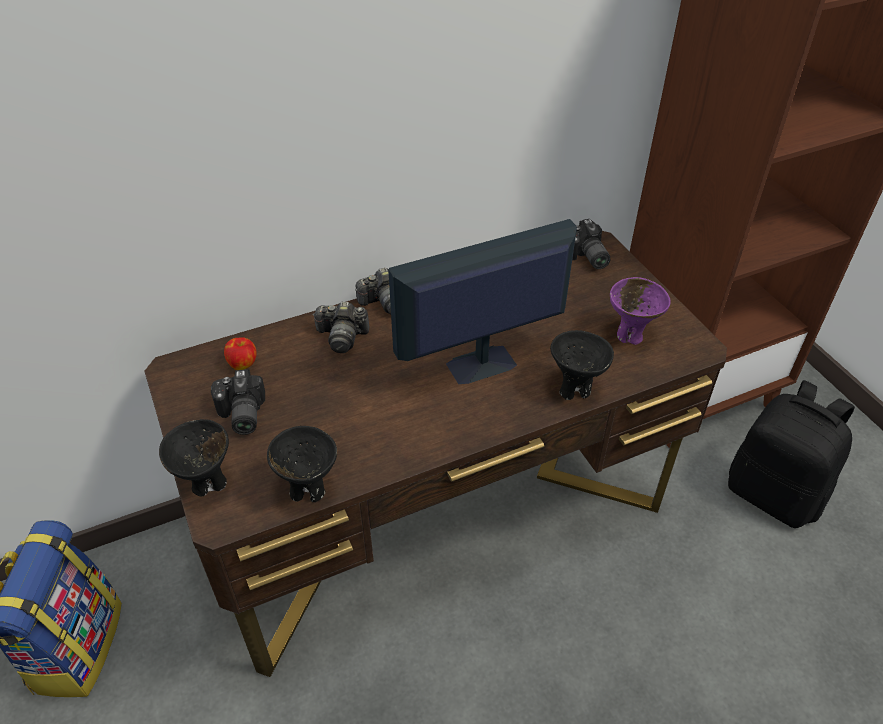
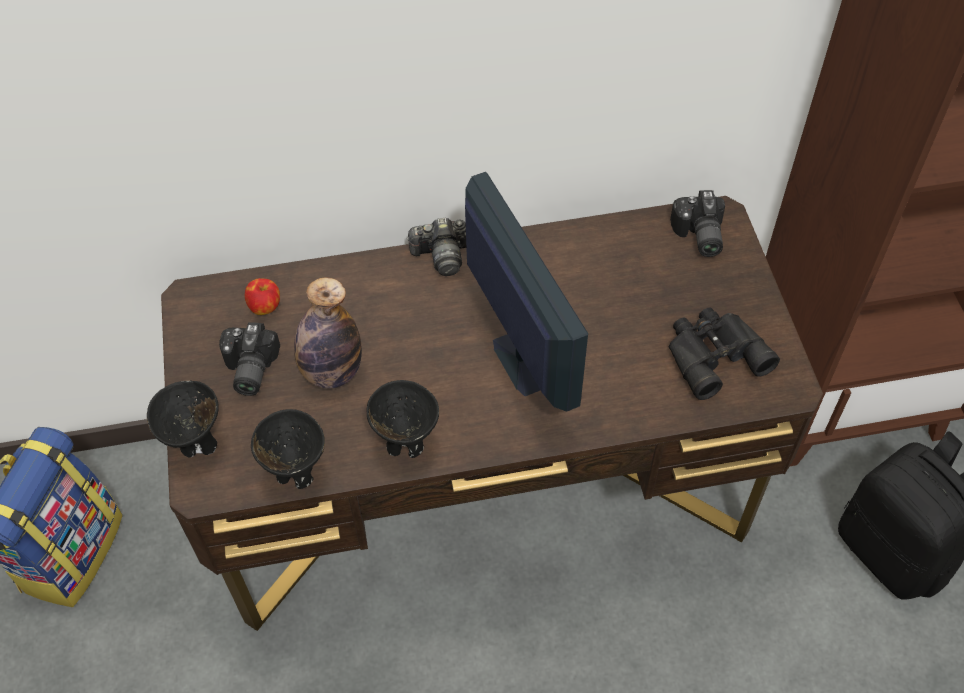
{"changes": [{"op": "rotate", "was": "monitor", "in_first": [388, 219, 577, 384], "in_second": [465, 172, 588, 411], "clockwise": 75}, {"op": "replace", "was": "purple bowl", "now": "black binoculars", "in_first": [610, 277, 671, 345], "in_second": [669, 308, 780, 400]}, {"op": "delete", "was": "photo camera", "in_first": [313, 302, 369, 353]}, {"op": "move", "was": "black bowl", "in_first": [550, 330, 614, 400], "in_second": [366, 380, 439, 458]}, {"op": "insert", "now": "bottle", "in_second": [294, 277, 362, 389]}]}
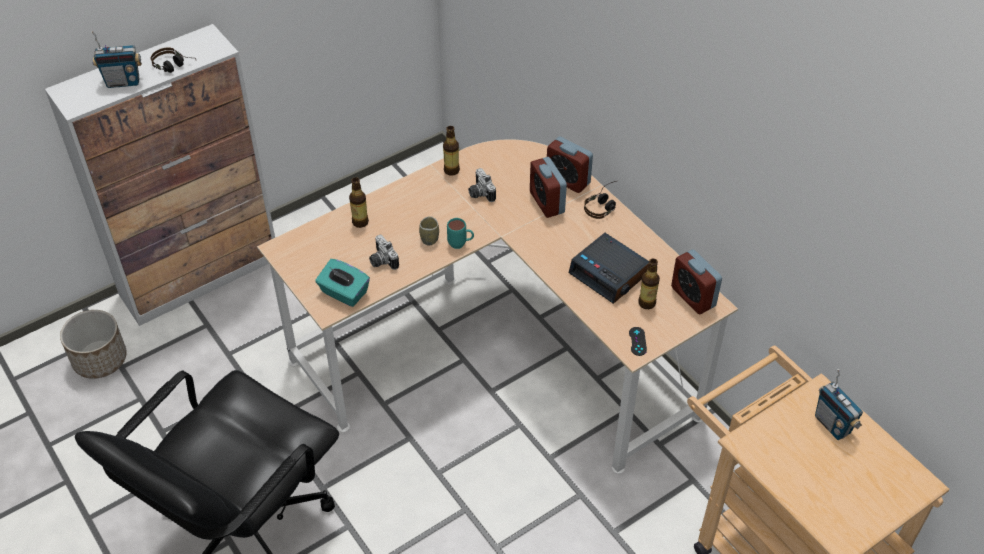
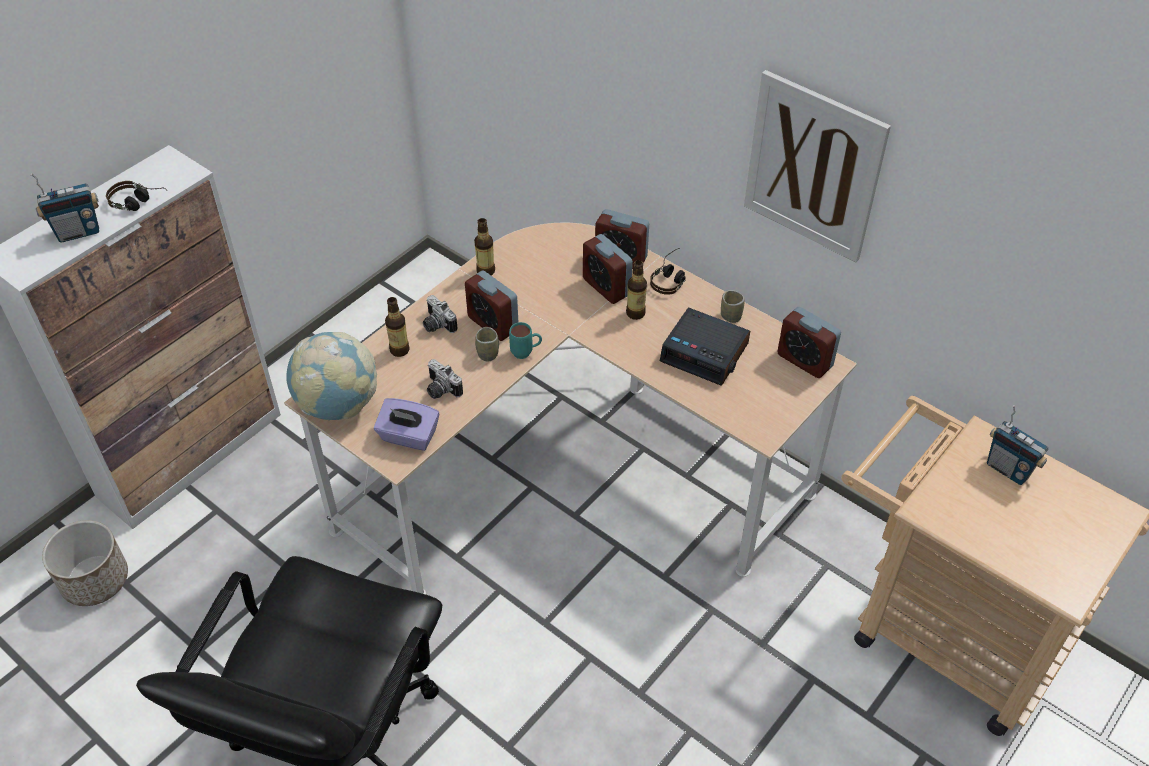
{"changes": [{"op": "move", "was": "photo camera", "in_first": [468, 168, 496, 202], "in_second": [423, 295, 458, 333]}, {"op": "recolor", "was": "turquoise tissue box", "now": "purple tissue box", "in_first": [315, 259, 370, 307], "in_second": [374, 398, 439, 451]}, {"op": "move", "was": "bottle", "in_first": [638, 259, 660, 309], "in_second": [626, 260, 647, 320]}, {"op": "delete", "was": "black game controller", "in_first": [629, 327, 647, 356]}, {"op": "insert", "now": "picture", "in_second": [744, 70, 891, 262]}, {"op": "insert", "now": "alarm clock", "in_second": [465, 271, 518, 341]}, {"op": "insert", "now": "cup", "in_second": [721, 290, 745, 323]}, {"op": "insert", "now": "globe", "in_second": [286, 332, 377, 420]}]}
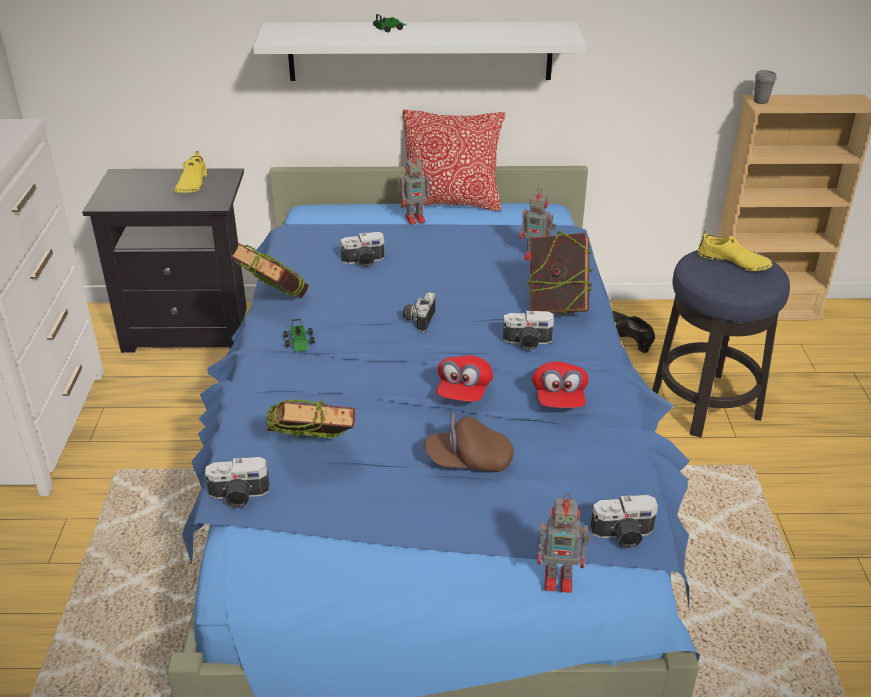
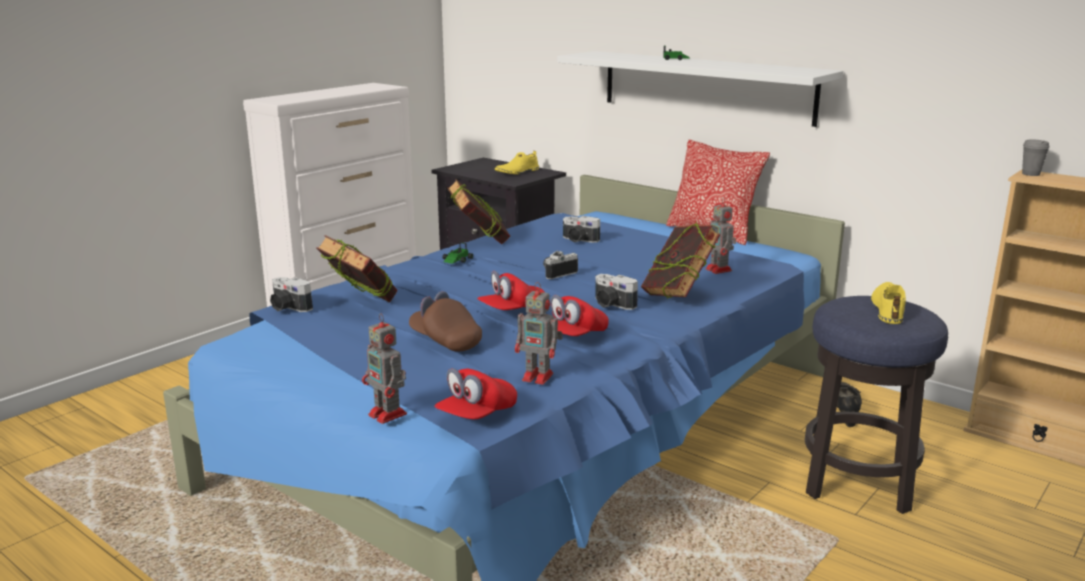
{"changes": [{"op": "move", "was": "toy robot", "in_first": [400, 153, 431, 225], "in_second": [515, 282, 563, 385]}, {"op": "rotate", "was": "yellow shoe", "in_first": [698, 231, 773, 271], "in_second": [871, 282, 906, 324], "clockwise": -150}, {"op": "replace", "was": "photo camera", "now": "red cap", "in_first": [590, 495, 658, 548], "in_second": [434, 368, 517, 419]}]}
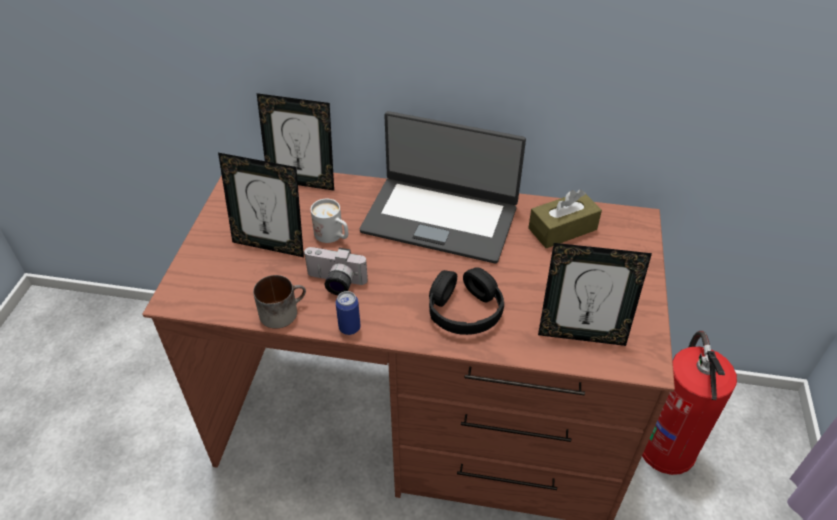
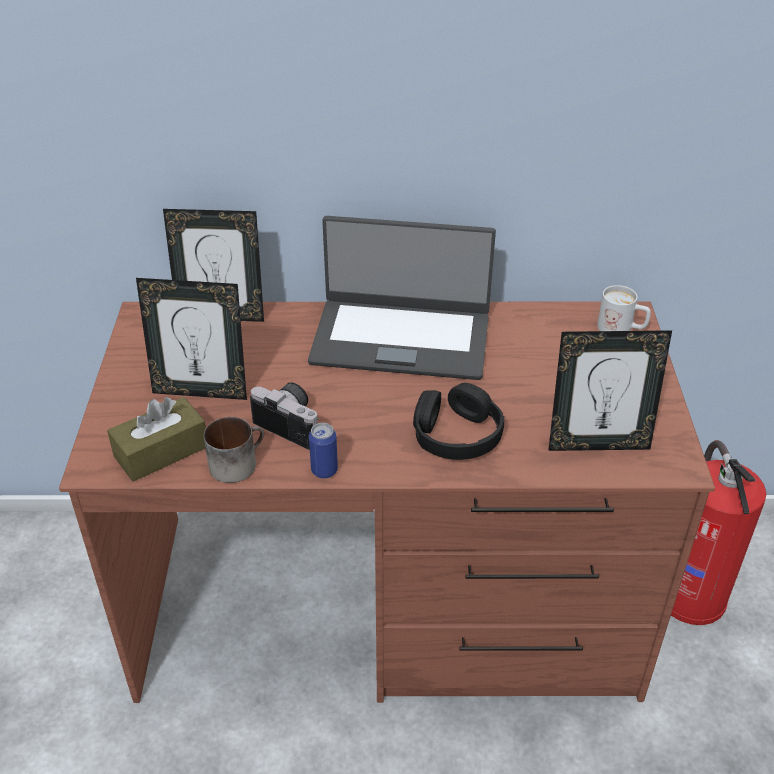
{"changes": [{"op": "move", "was": "brown tissue box", "in_first": [528, 189, 602, 248], "in_second": [107, 397, 206, 482]}, {"op": "move", "was": "white mug", "in_first": [310, 199, 348, 243], "in_second": [597, 285, 651, 331]}, {"op": "rotate", "was": "photo camera", "in_first": [303, 247, 368, 295], "in_second": [250, 382, 318, 450], "clockwise": -150}]}
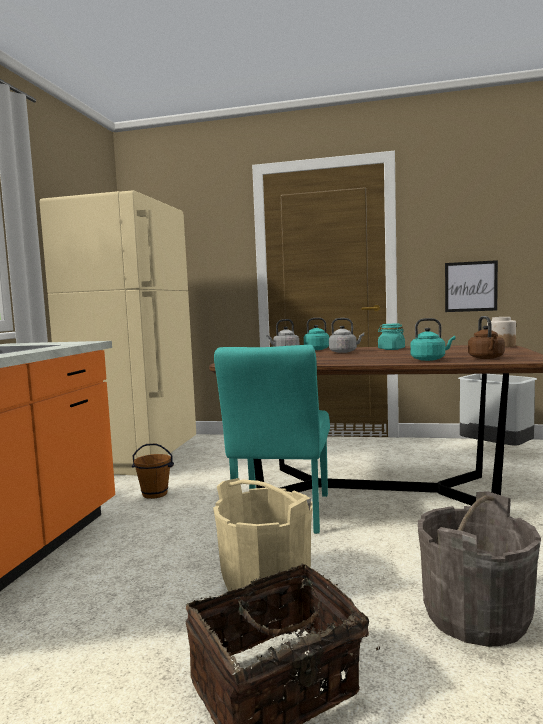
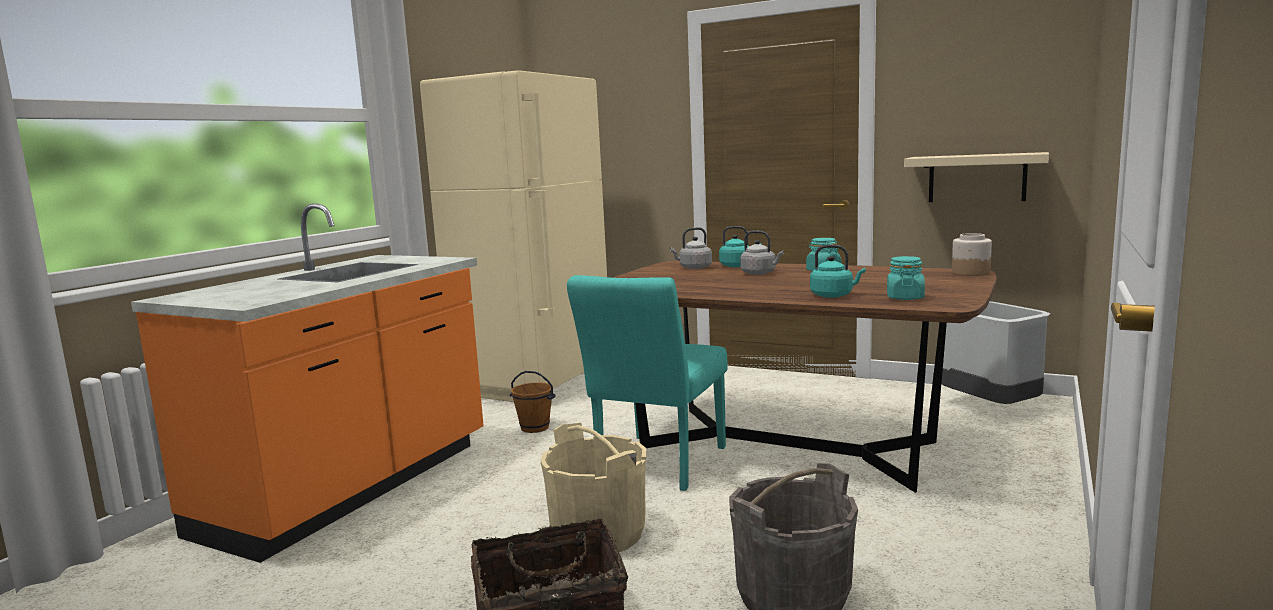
{"changes": [{"op": "replace", "was": "picture", "now": "beige shelf", "in_first": [445, 260, 498, 312], "in_second": [904, 152, 1049, 202]}, {"op": "replace", "was": "brown kettle", "now": "turquoise jar", "in_first": [468, 316, 505, 359], "in_second": [887, 256, 925, 300]}]}
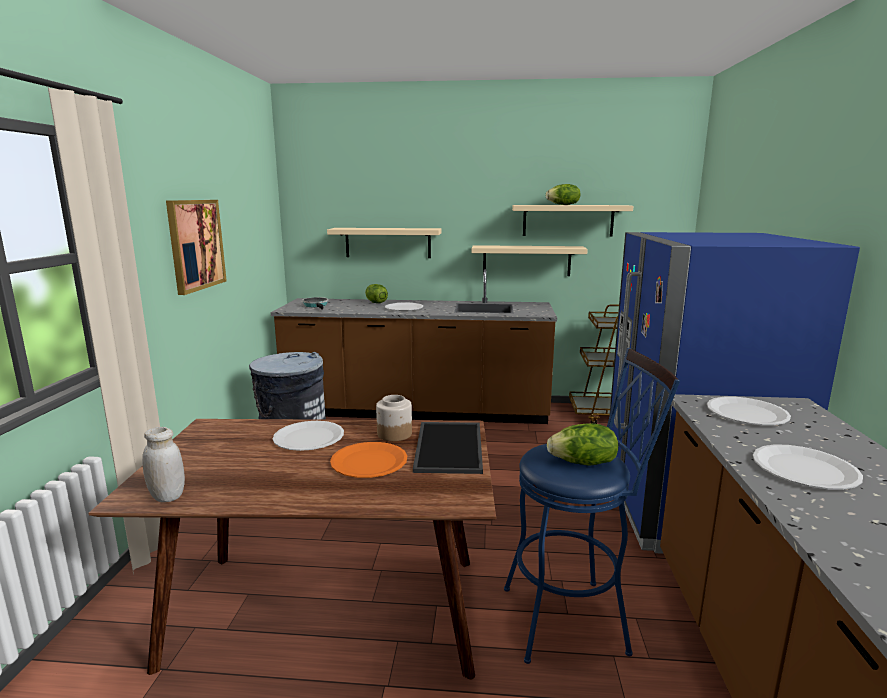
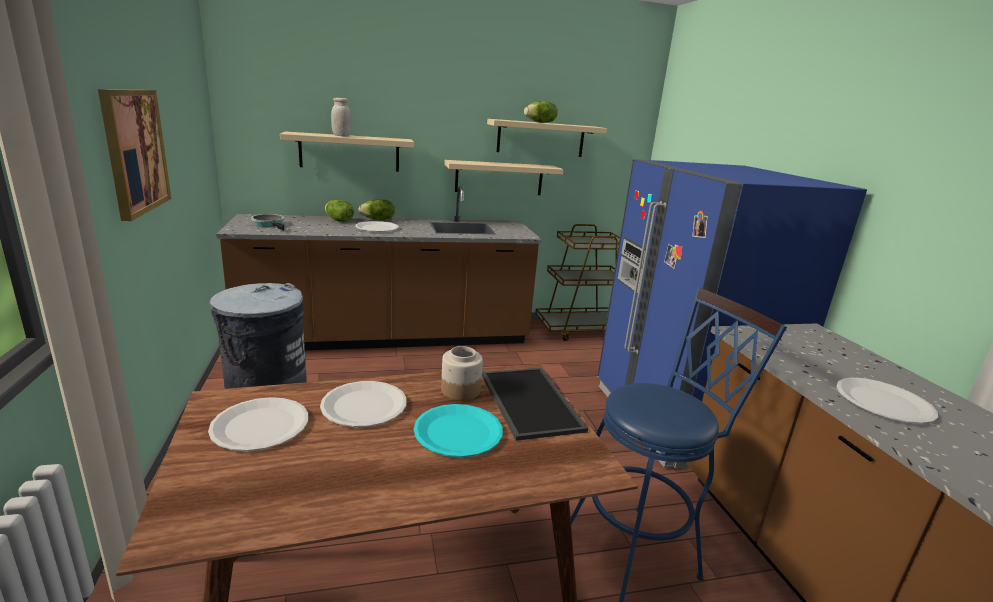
{"changes": [{"op": "move", "was": "white plate", "in_first": [707, 397, 791, 425], "in_second": [208, 397, 308, 451]}, {"op": "move", "was": "lettuce", "in_first": [547, 423, 618, 466], "in_second": [358, 199, 395, 220]}, {"op": "move", "was": "white jar", "in_first": [142, 427, 185, 502], "in_second": [331, 98, 351, 136]}, {"op": "recolor", "was": "orange plate", "now": "turquoise plate", "in_first": [330, 442, 407, 478], "in_second": [414, 404, 503, 457]}]}
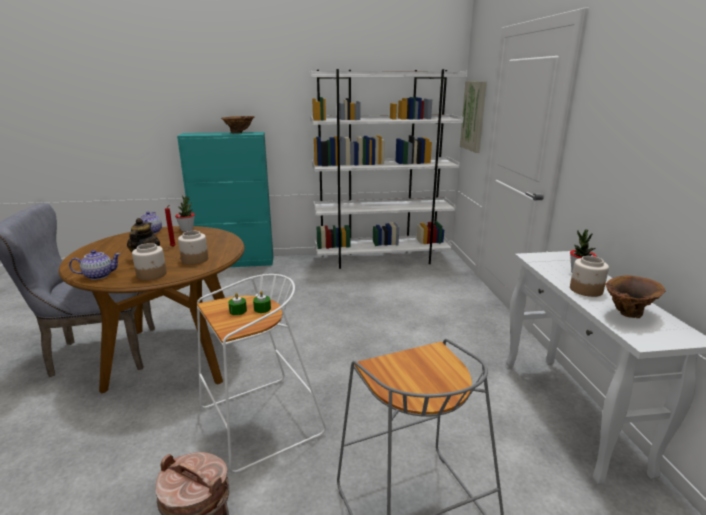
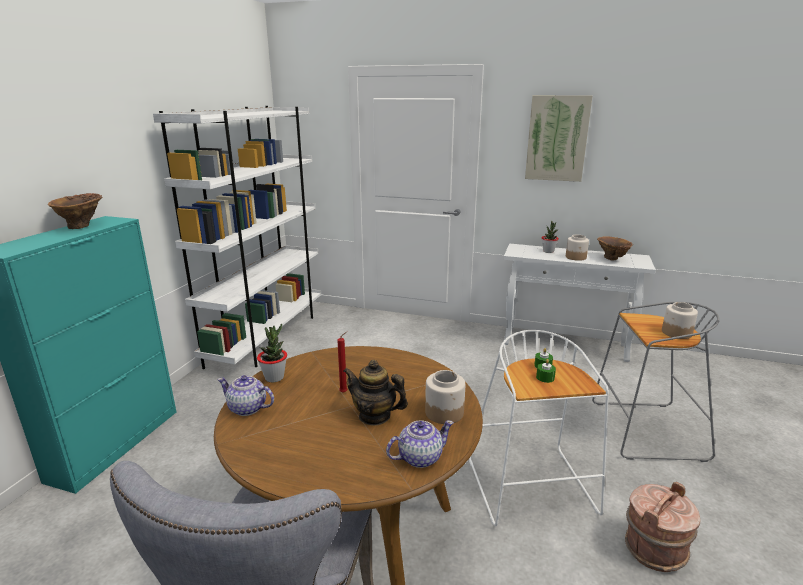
{"changes": [{"op": "move", "was": "picture", "in_first": [460, 81, 487, 153], "in_second": [525, 95, 593, 182]}, {"op": "move", "was": "jar", "in_first": [178, 231, 208, 265], "in_second": [662, 302, 698, 339]}, {"op": "rotate", "was": "teapot", "in_first": [69, 250, 120, 280], "in_second": [386, 420, 454, 468], "clockwise": 60}]}
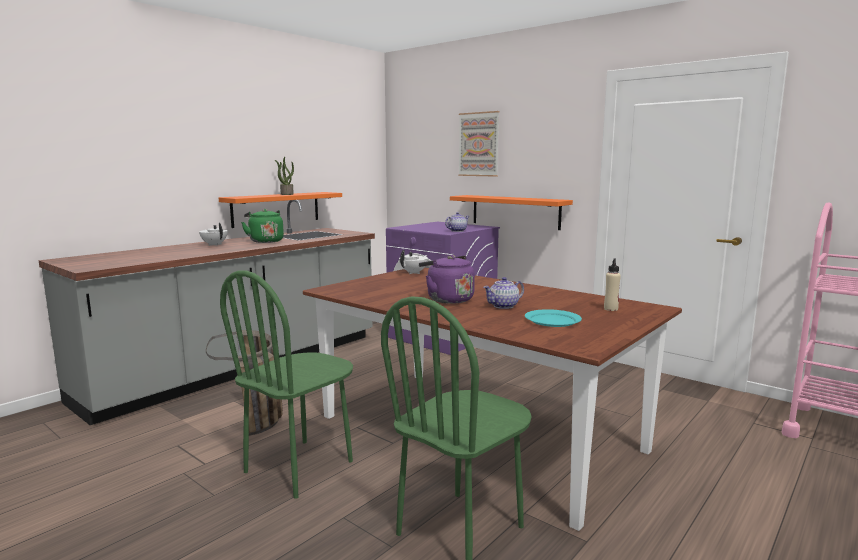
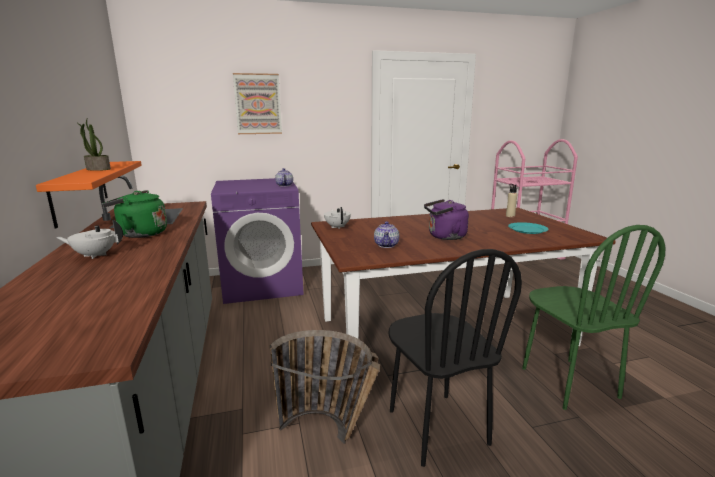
{"changes": [{"op": "delete", "was": "orange shelf", "in_first": [450, 195, 573, 230]}, {"op": "recolor", "was": "green chair", "now": "black chair", "in_first": [220, 270, 353, 499], "in_second": [389, 249, 522, 467]}, {"op": "move", "was": "teapot", "in_first": [483, 277, 524, 309], "in_second": [374, 221, 399, 248]}]}
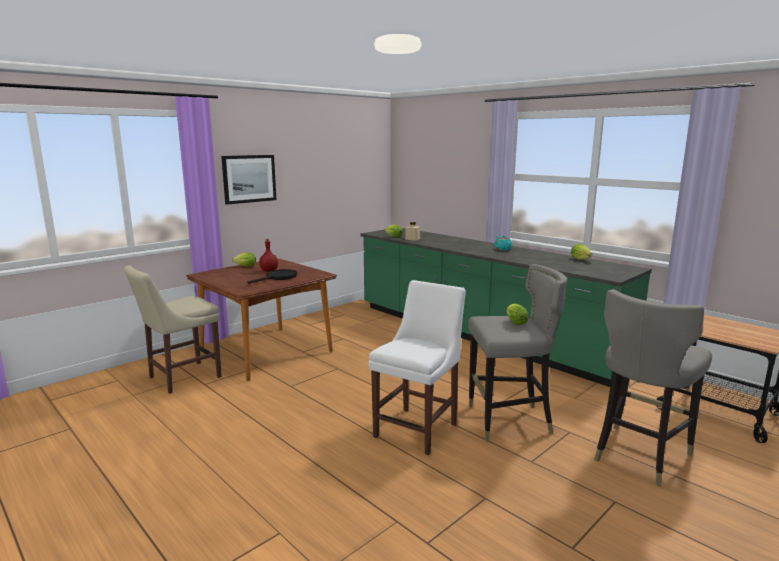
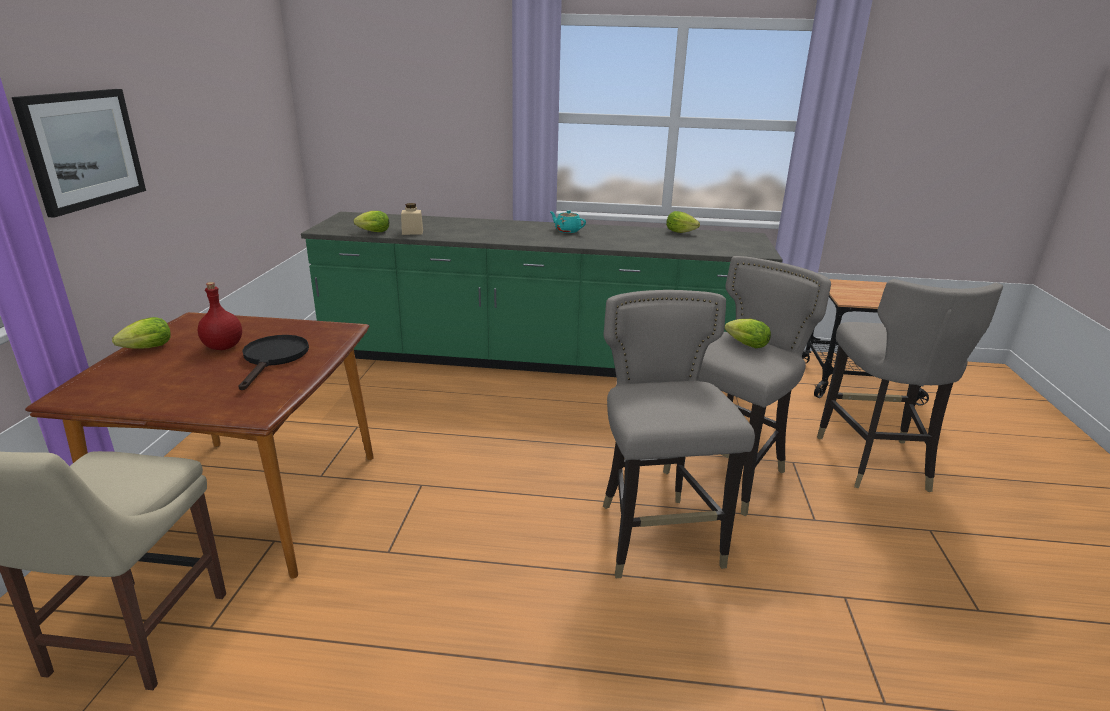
{"changes": [{"op": "replace", "was": "white chair", "now": "grey stool", "in_first": [369, 280, 466, 455], "in_second": [603, 290, 755, 578]}]}
